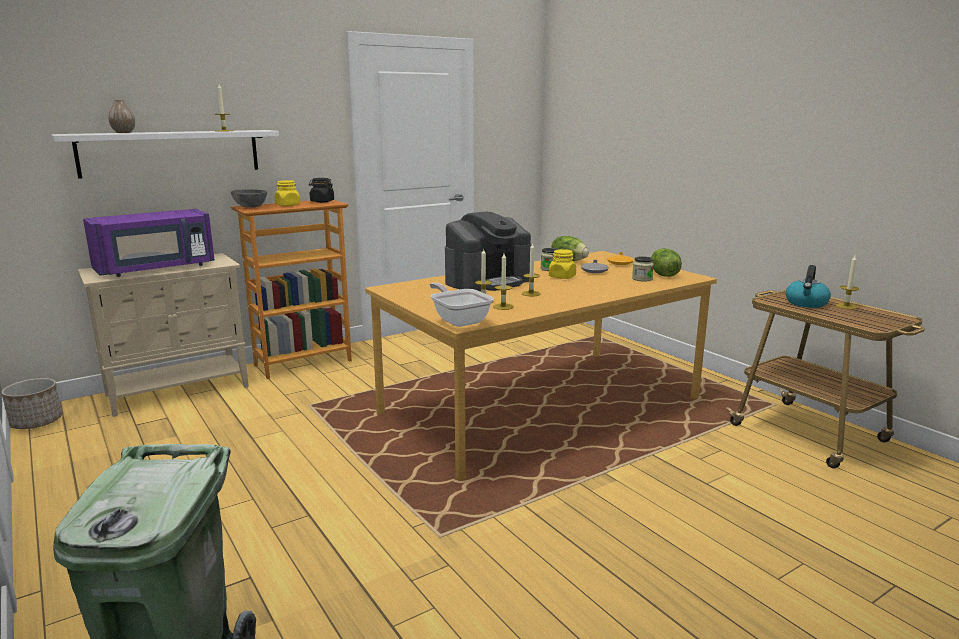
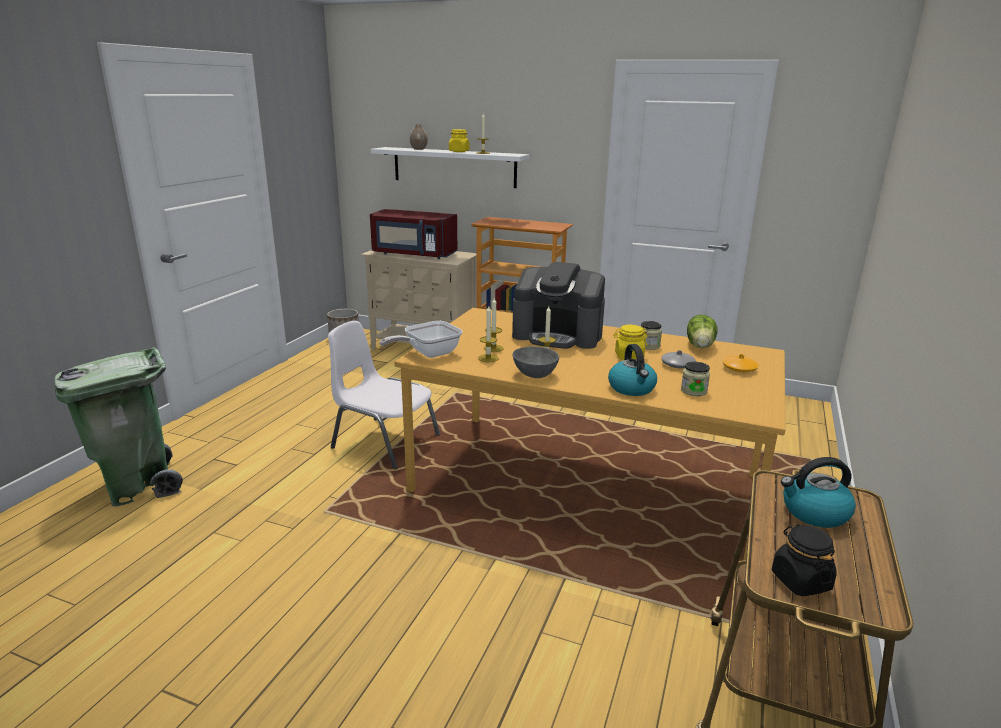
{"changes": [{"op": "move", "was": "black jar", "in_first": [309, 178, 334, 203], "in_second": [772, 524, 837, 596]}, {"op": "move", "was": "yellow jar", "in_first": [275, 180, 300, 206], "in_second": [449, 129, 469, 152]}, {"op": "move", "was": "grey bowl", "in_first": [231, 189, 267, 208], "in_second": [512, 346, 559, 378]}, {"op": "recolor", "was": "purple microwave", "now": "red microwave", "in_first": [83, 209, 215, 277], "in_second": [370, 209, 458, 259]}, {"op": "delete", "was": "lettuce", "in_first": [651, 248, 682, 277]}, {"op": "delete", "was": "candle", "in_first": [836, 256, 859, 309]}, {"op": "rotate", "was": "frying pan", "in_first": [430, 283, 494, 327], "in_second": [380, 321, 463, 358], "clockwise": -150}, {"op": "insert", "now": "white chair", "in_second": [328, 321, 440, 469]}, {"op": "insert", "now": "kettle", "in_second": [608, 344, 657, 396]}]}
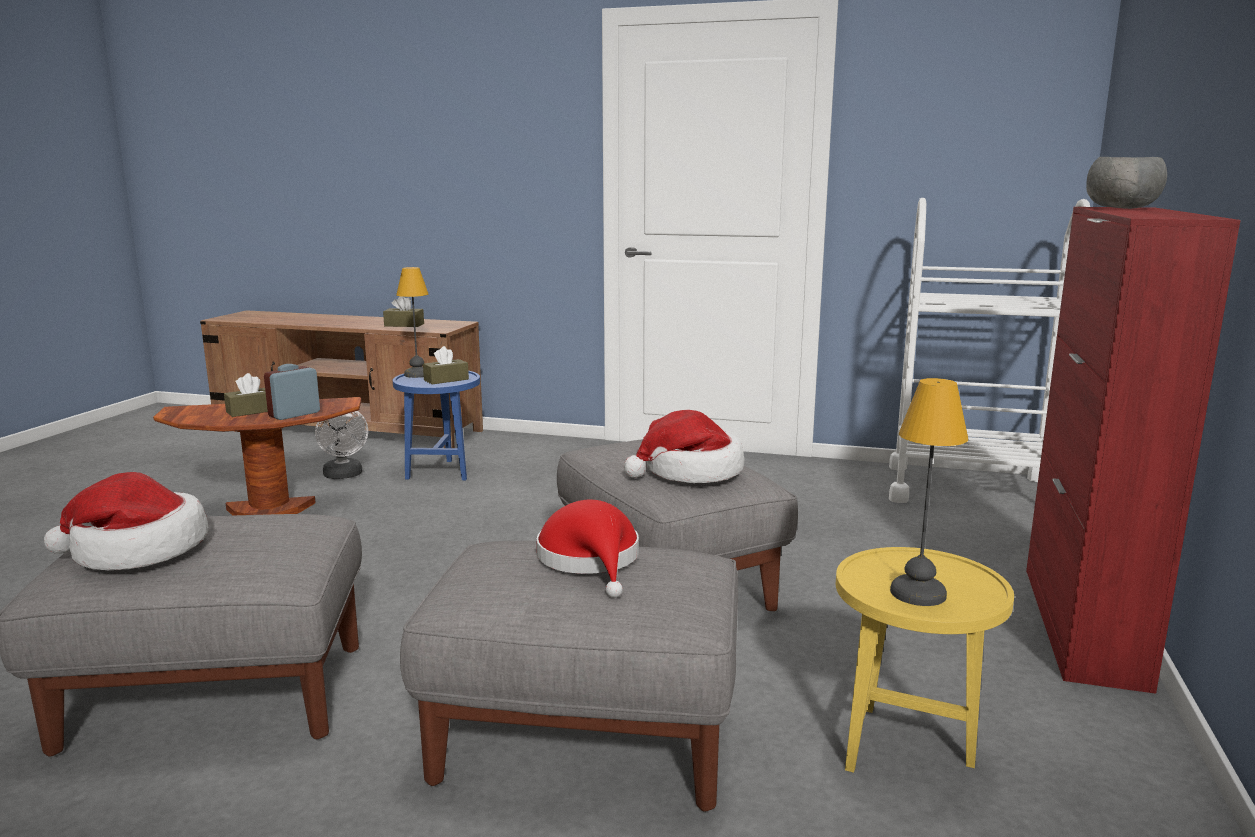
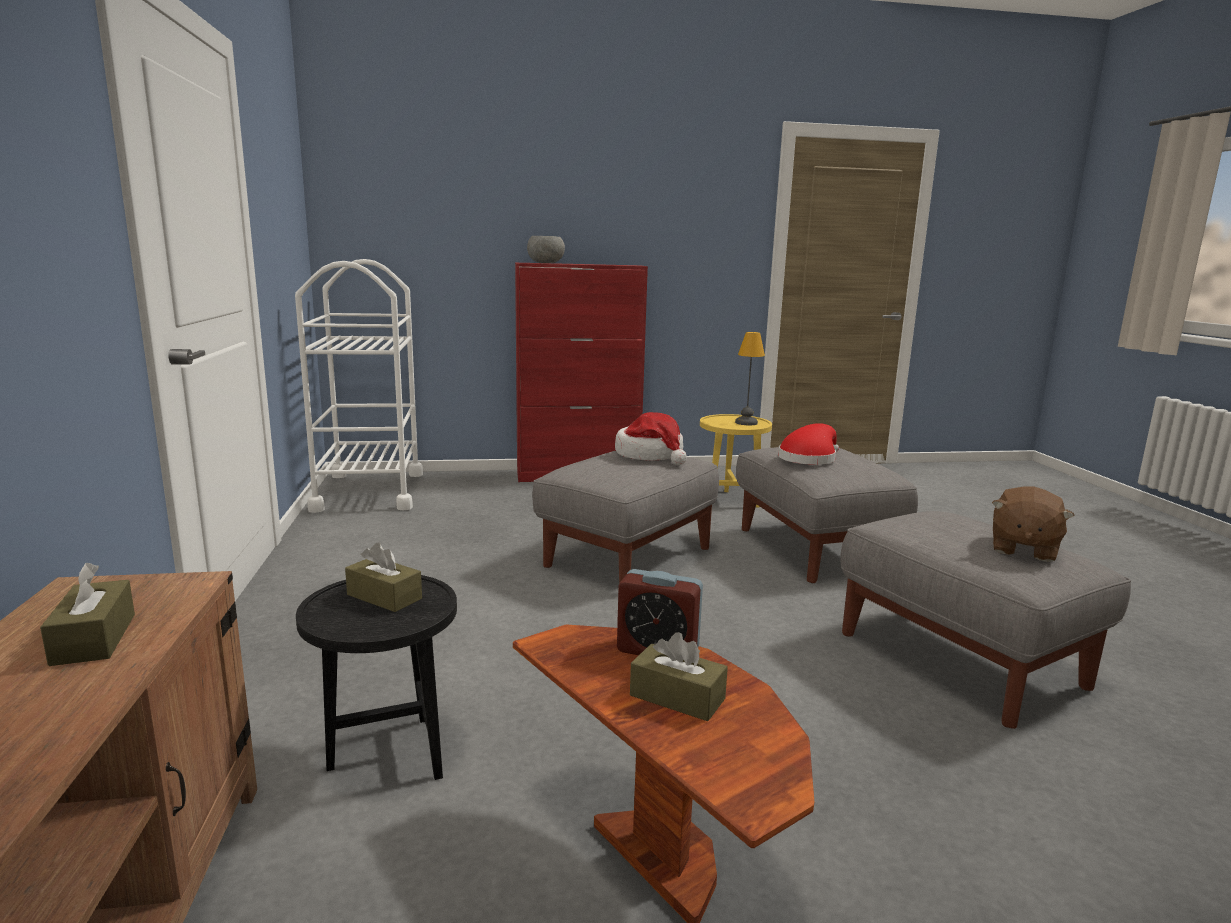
{"changes": [{"op": "delete", "was": "table lamp", "in_first": [396, 267, 428, 378]}, {"op": "recolor", "was": "blue side table", "now": "black side table", "in_first": [393, 371, 480, 480], "in_second": [296, 575, 457, 780]}, {"op": "delete", "was": "white fan", "in_first": [315, 411, 368, 479]}, {"op": "replace", "was": "hat", "now": "brown plush toy", "in_first": [44, 472, 208, 570], "in_second": [992, 487, 1075, 562]}]}
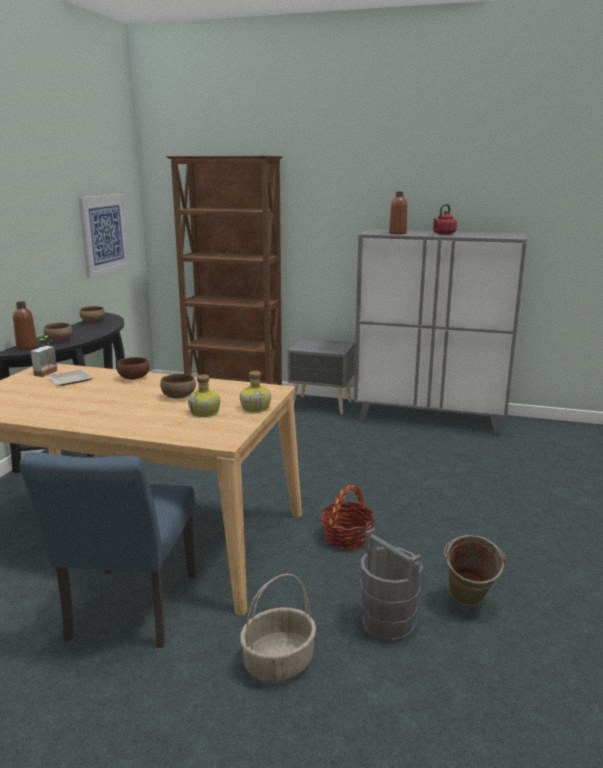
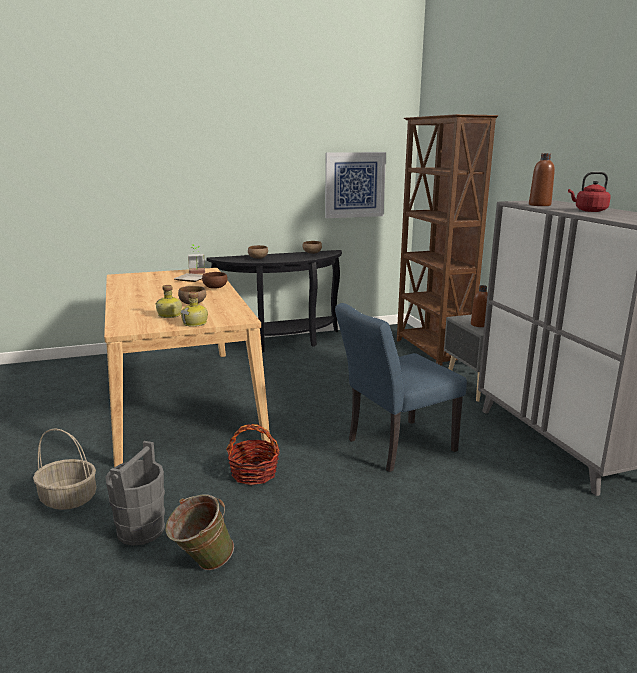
{"changes": [{"op": "move", "was": "brown bottle", "in_first": [13, 301, 38, 350], "in_second": [471, 285, 488, 327]}, {"op": "move", "was": "blue chair", "in_first": [20, 452, 196, 648], "in_second": [335, 303, 467, 472]}]}
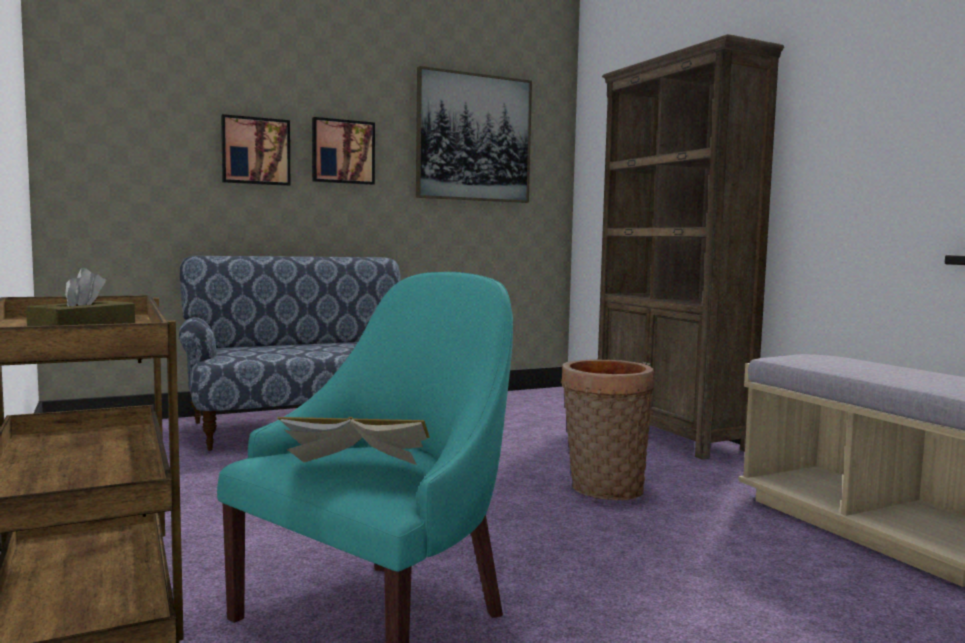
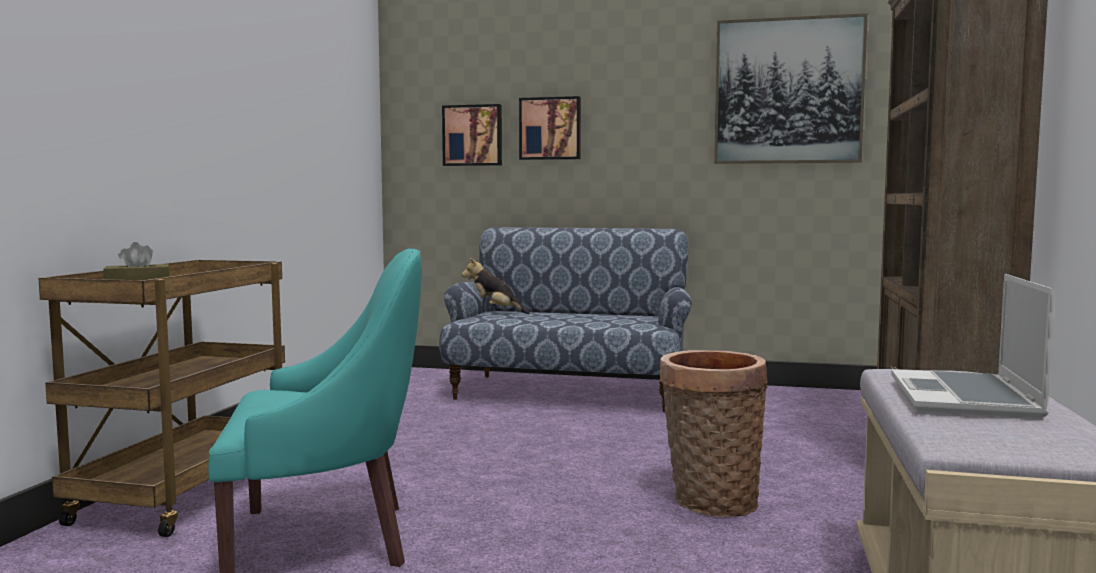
{"changes": [{"op": "move", "was": "picture", "in_first": [312, 117, 375, 185], "in_second": [442, 104, 502, 166]}, {"op": "delete", "was": "book", "in_first": [277, 417, 430, 465]}, {"op": "insert", "now": "plush toy", "in_second": [462, 258, 530, 314]}, {"op": "insert", "now": "laptop", "in_second": [891, 274, 1055, 419]}]}
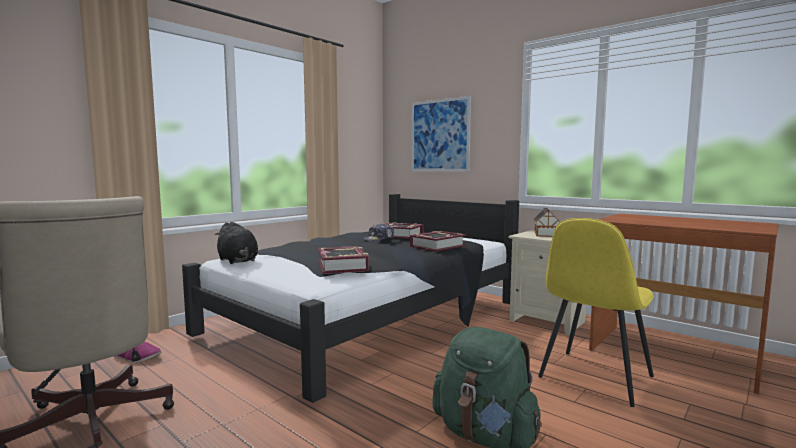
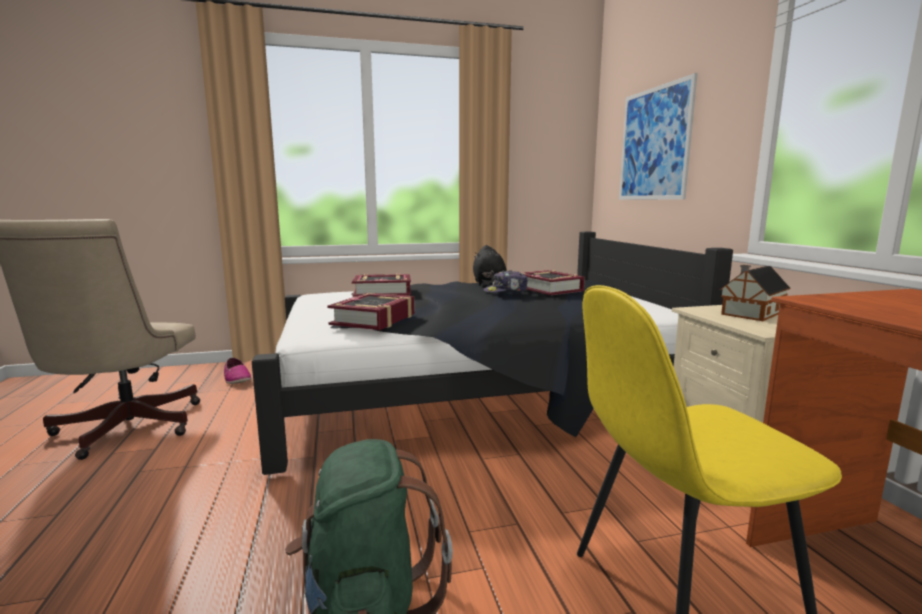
{"changes": [{"op": "move", "was": "black plush toy", "in_first": [215, 222, 258, 264], "in_second": [473, 245, 507, 286]}, {"op": "move", "was": "book", "in_first": [410, 231, 467, 252], "in_second": [352, 273, 411, 296]}]}
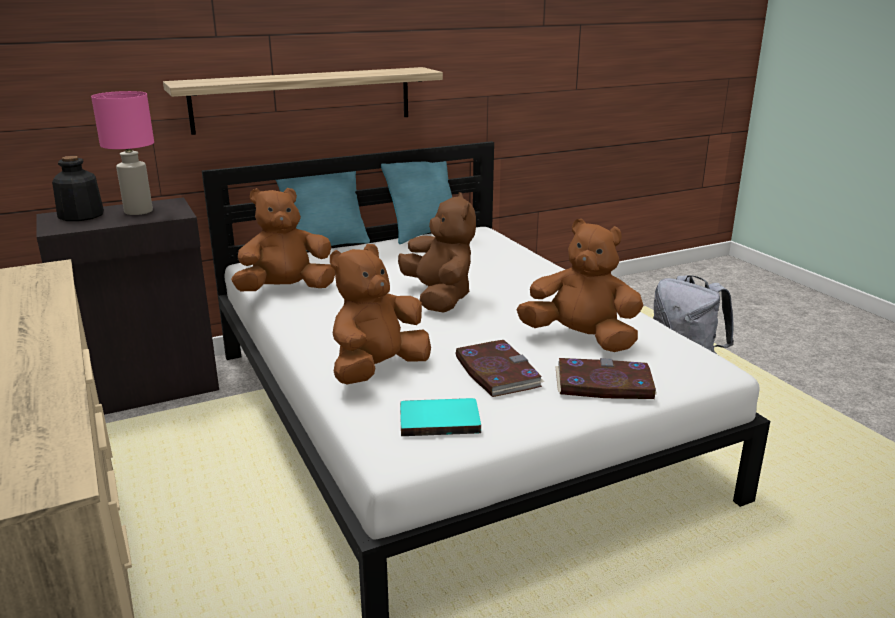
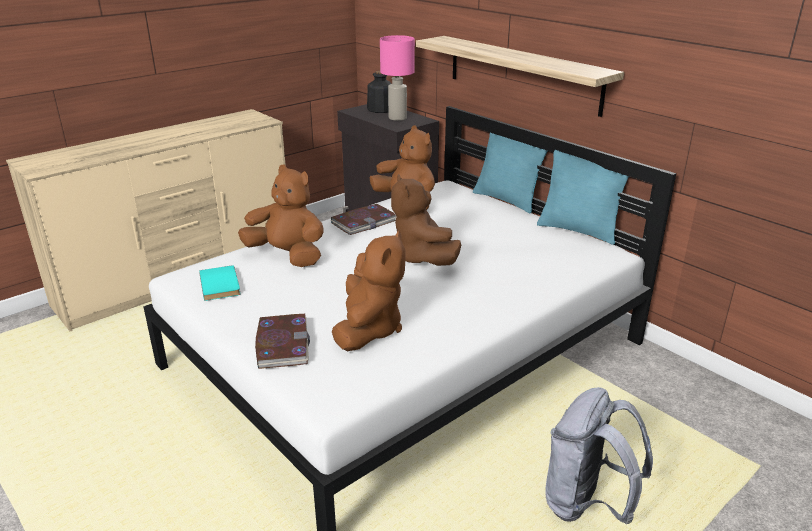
{"changes": [{"op": "rotate", "was": "brown plush toy", "in_first": [398, 192, 476, 313], "in_second": [391, 174, 461, 266], "clockwise": 105}, {"op": "move", "was": "book", "in_first": [455, 340, 544, 397], "in_second": [330, 204, 396, 235]}]}
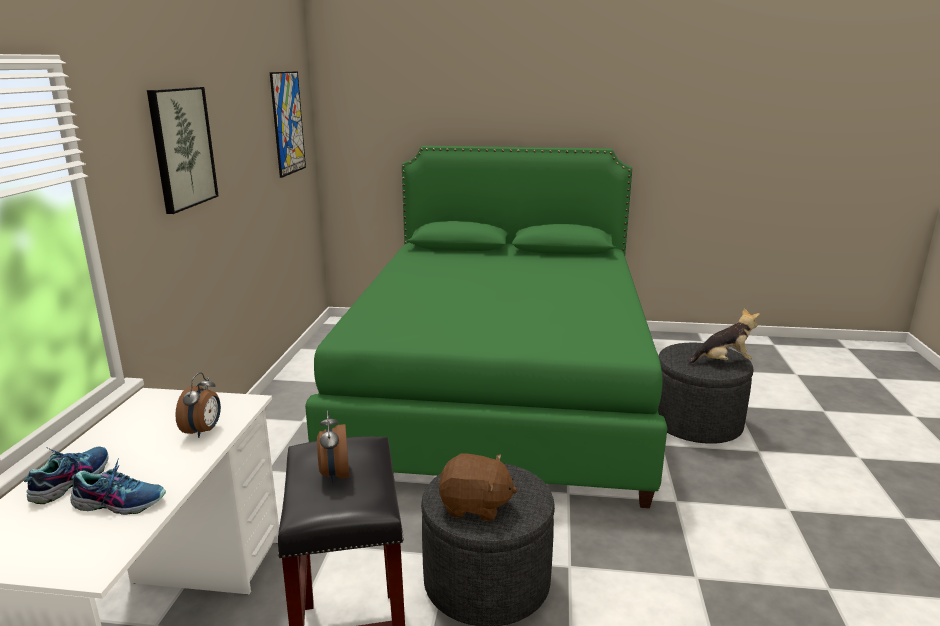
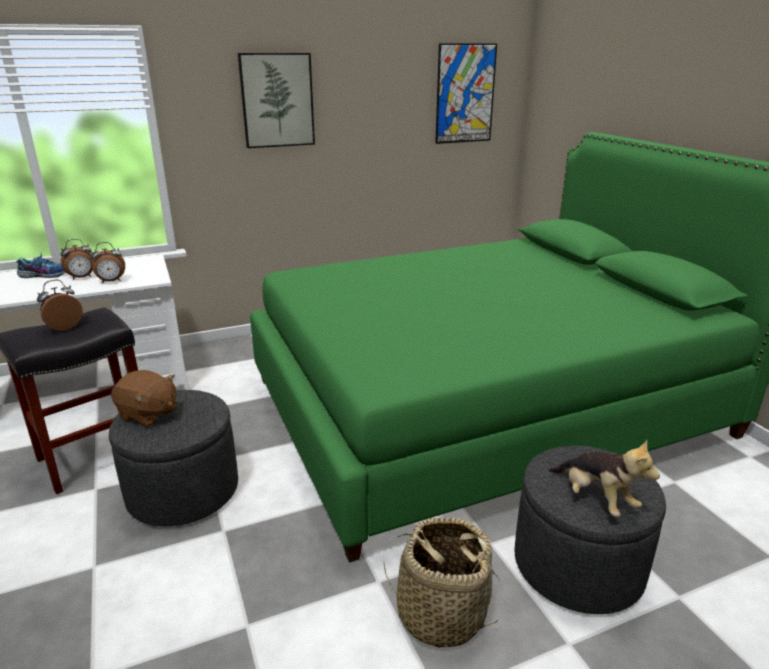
{"changes": [{"op": "rotate", "was": "brown plush toy", "in_first": [439, 454, 518, 521], "in_second": [111, 370, 177, 427], "clockwise": -45}, {"op": "delete", "was": "shoe", "in_first": [70, 458, 166, 515]}, {"op": "insert", "now": "alarm clock", "in_second": [60, 239, 93, 280]}, {"op": "insert", "now": "basket", "in_second": [384, 517, 499, 648]}]}
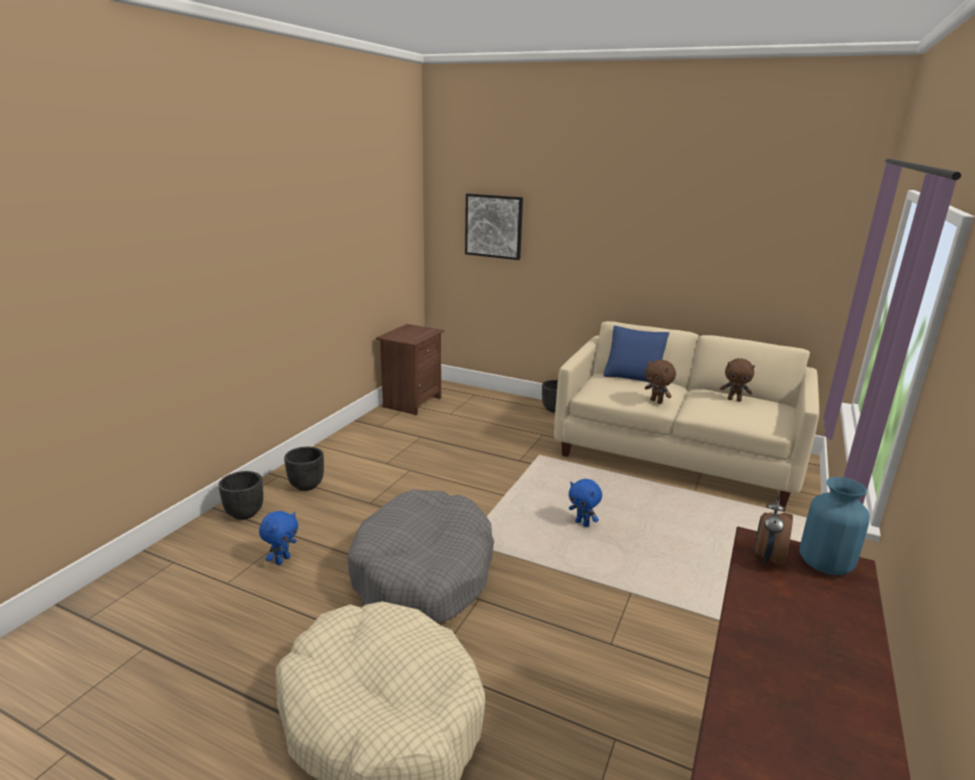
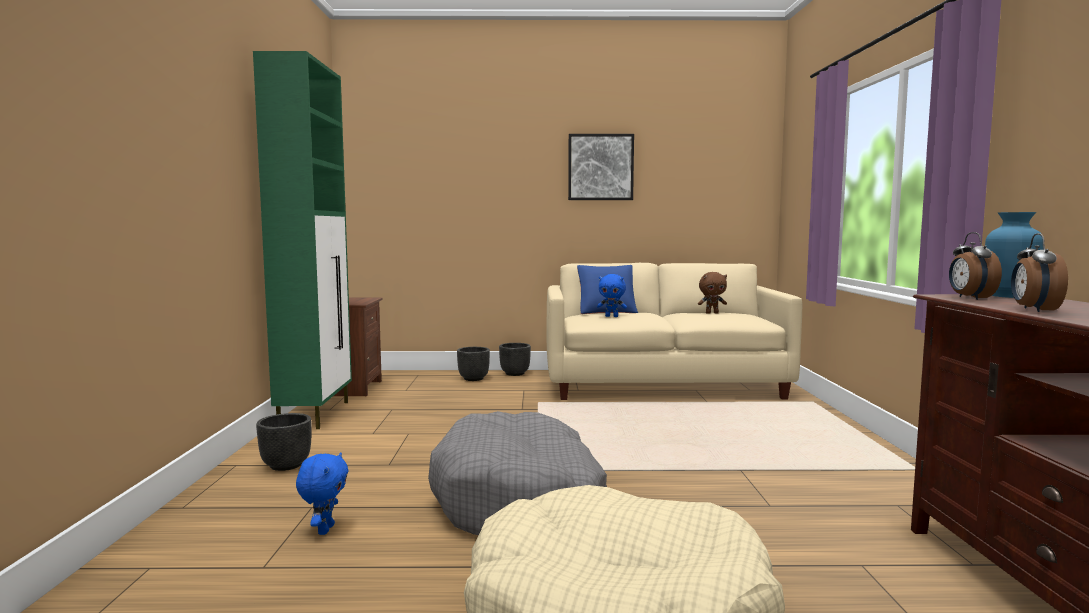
{"changes": [{"op": "move", "was": "picture", "in_first": [465, 194, 523, 260], "in_second": [568, 134, 634, 200]}, {"op": "delete", "was": "brown plush toy", "in_first": [645, 360, 676, 404]}, {"op": "move", "was": "black planter", "in_first": [219, 471, 263, 520], "in_second": [457, 347, 490, 381]}, {"op": "move", "was": "blue plush toy", "in_first": [569, 479, 602, 527], "in_second": [597, 274, 627, 317]}, {"op": "insert", "now": "green cabinet", "in_second": [253, 51, 352, 429]}, {"op": "insert", "now": "alarm clock", "in_second": [1011, 233, 1068, 312]}]}
